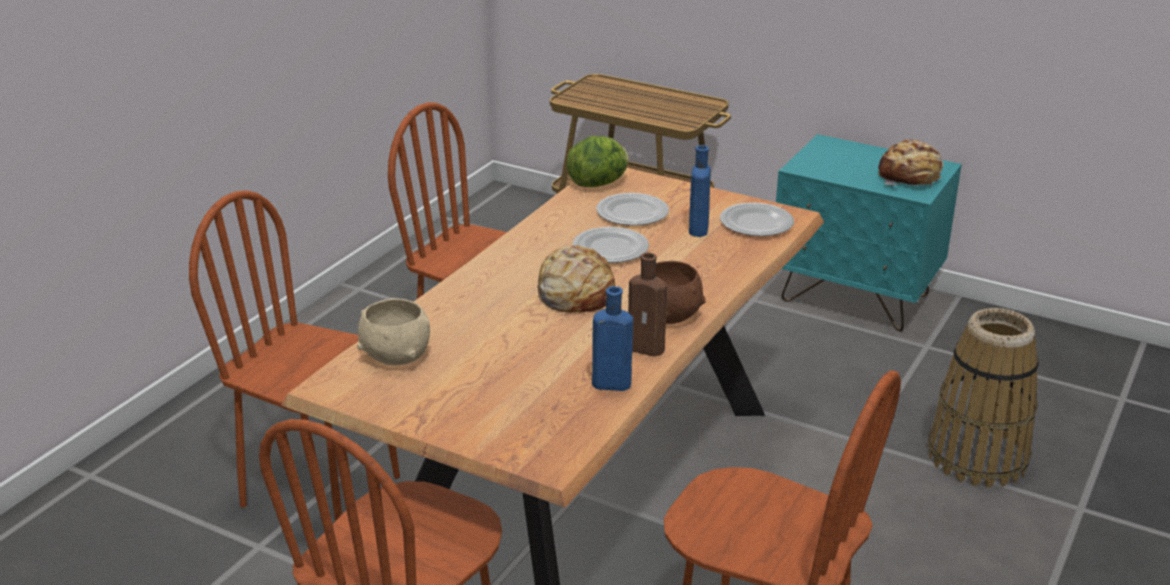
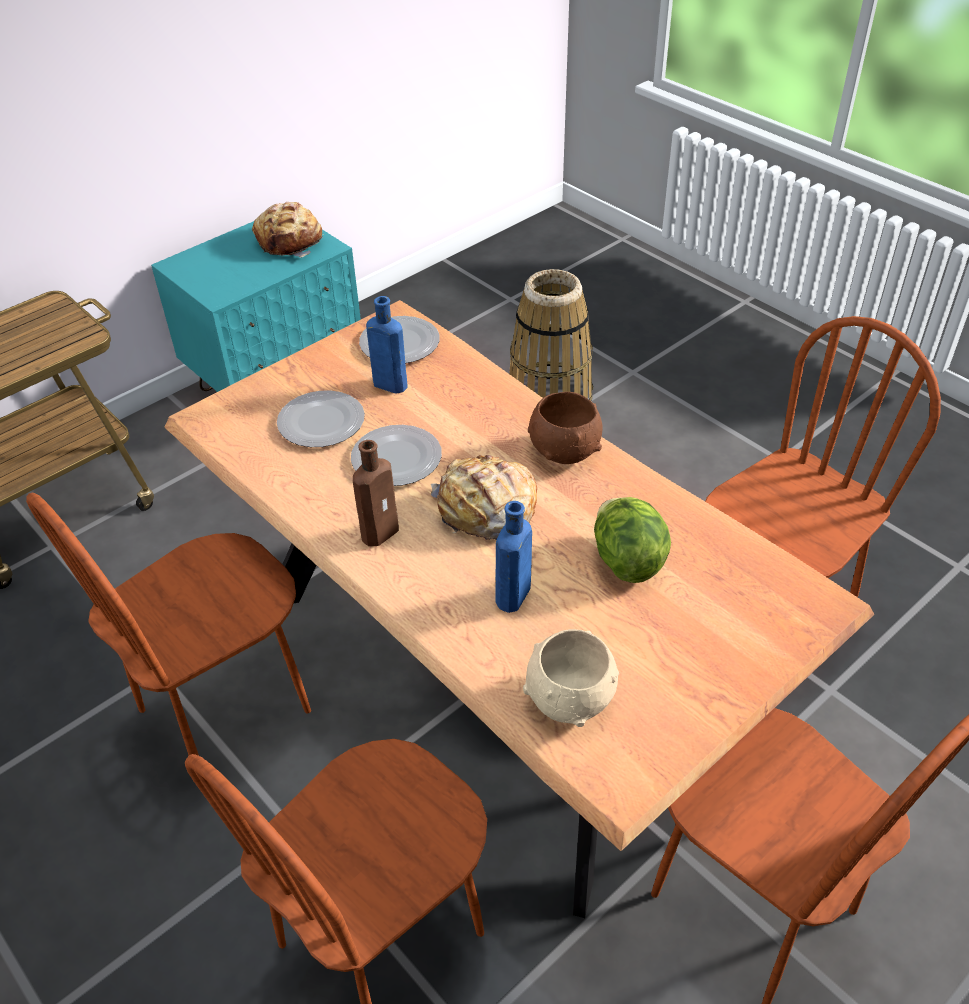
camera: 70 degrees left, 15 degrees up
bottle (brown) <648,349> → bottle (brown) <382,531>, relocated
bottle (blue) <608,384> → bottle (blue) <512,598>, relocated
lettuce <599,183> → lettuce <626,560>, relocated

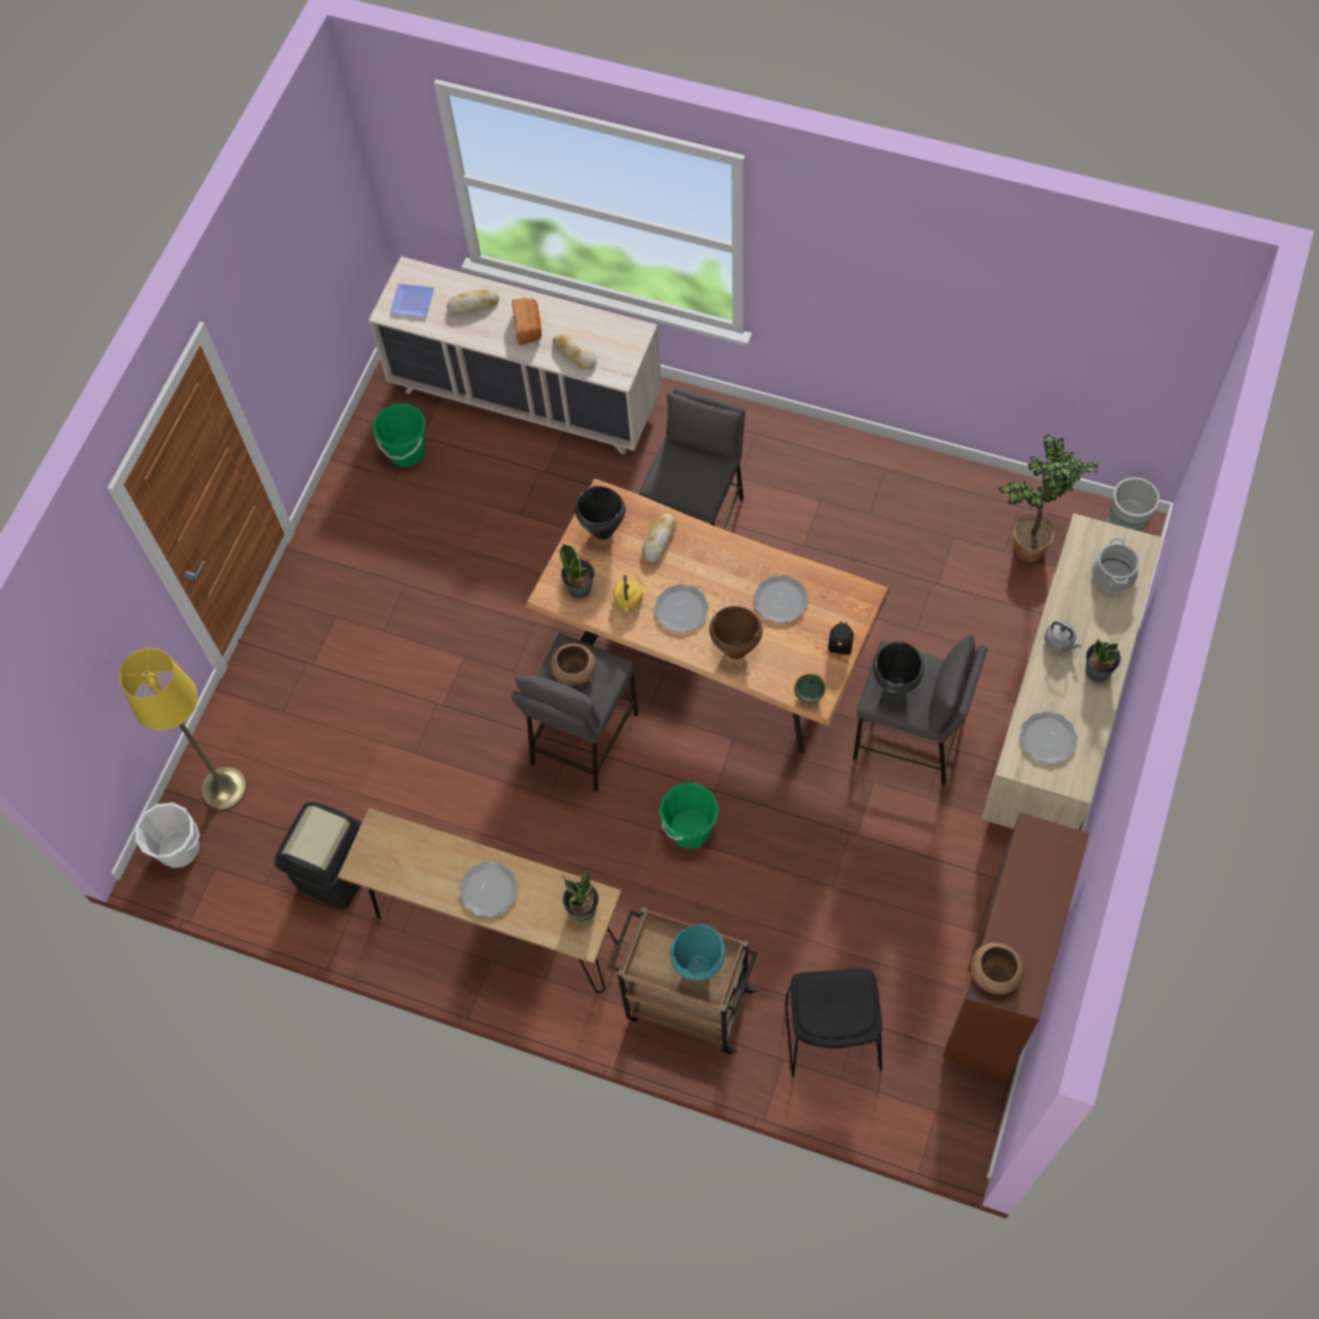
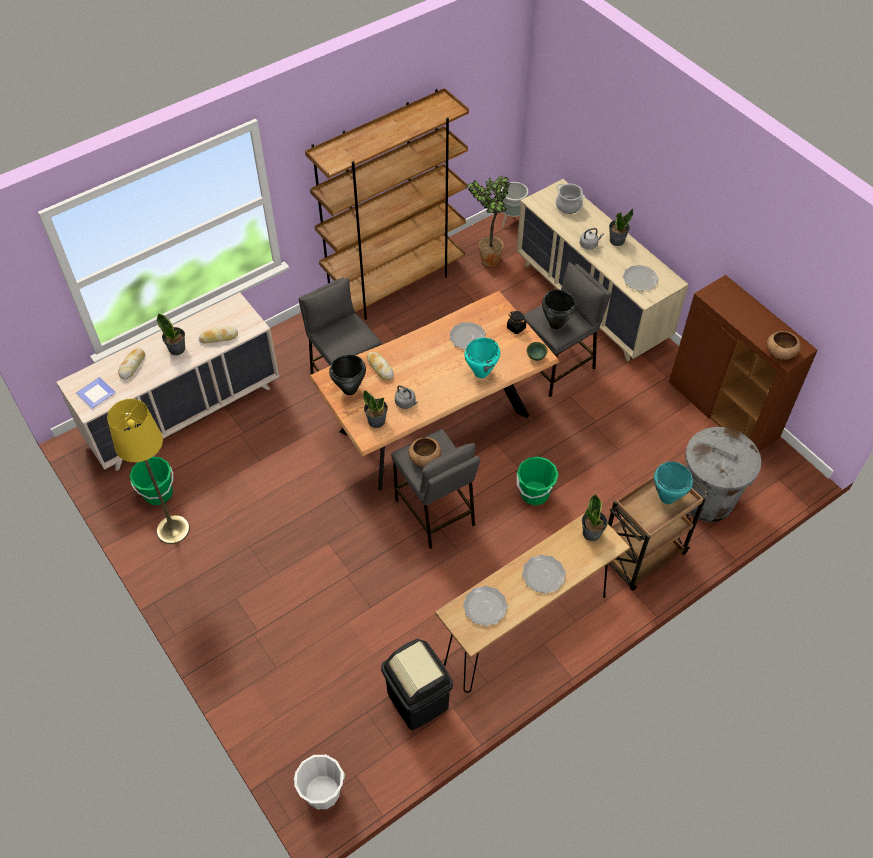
camera: 60 degrees left, 10 degrees down
floor lamp (yellow) <224,788> → floor lamp (yellow) <173,529>, relocated
bread <528,327> → potted plant <177,348>
- → bookcase (brown) <395,285>
kettle (yellow) <628,601> → kettle (grey) <406,403>
plate <681,610> → plate <485,606>, relocated
cooking pot (brown) <736,651> → cooking pot (turquoise) <481,373>
chair (black) <832,1037> → trash can (grey) <707,499>

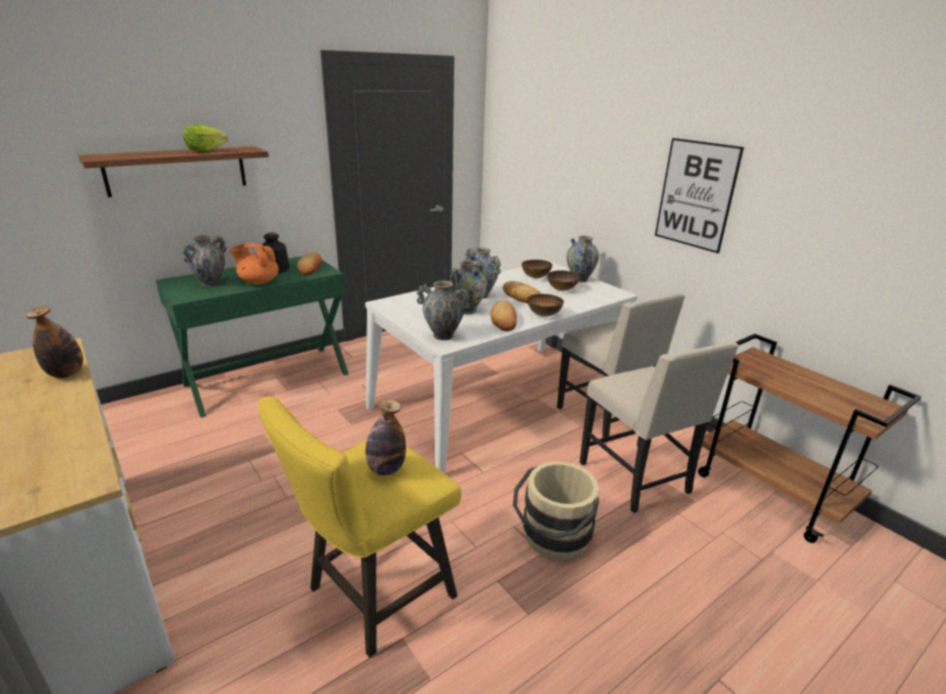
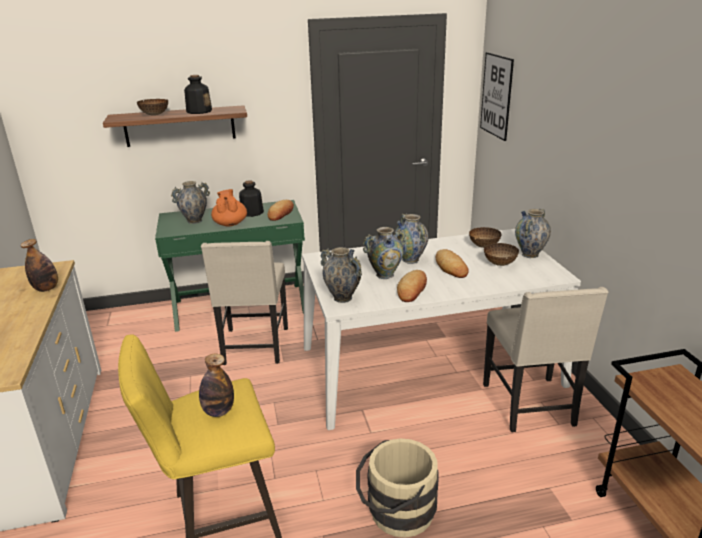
camera: 25 degrees right, 0 degrees up
bowl <544,315> → bowl <155,115>, relocated
lettuce <205,151> → bottle <199,111>
chair (beige) <637,479> → chair (beige) <254,347>, relocated
teapot (orange) <258,282> → teapot (orange) <230,223>, 45 degrees clockwise
picture <696,195> → picture <496,95>, relocated

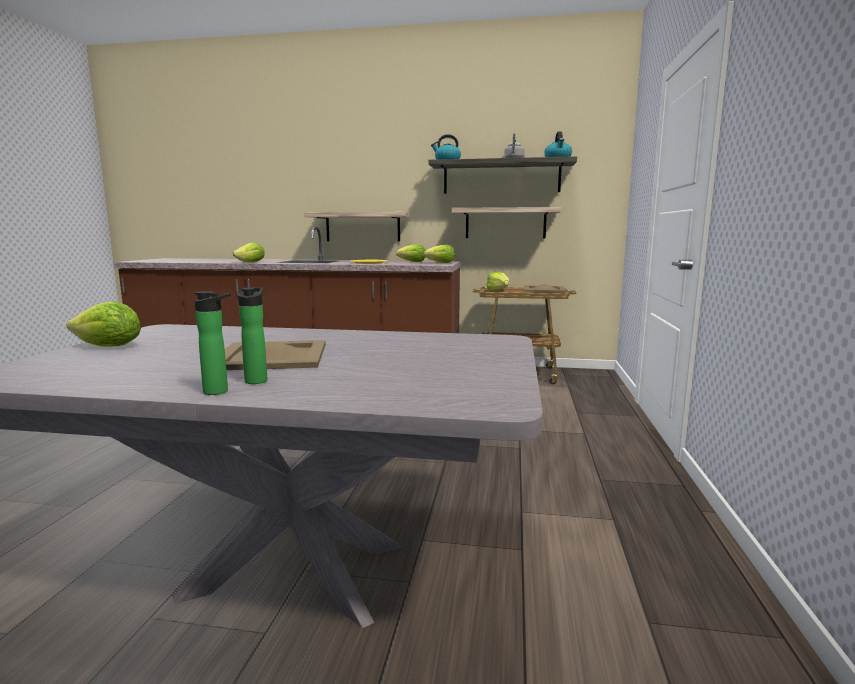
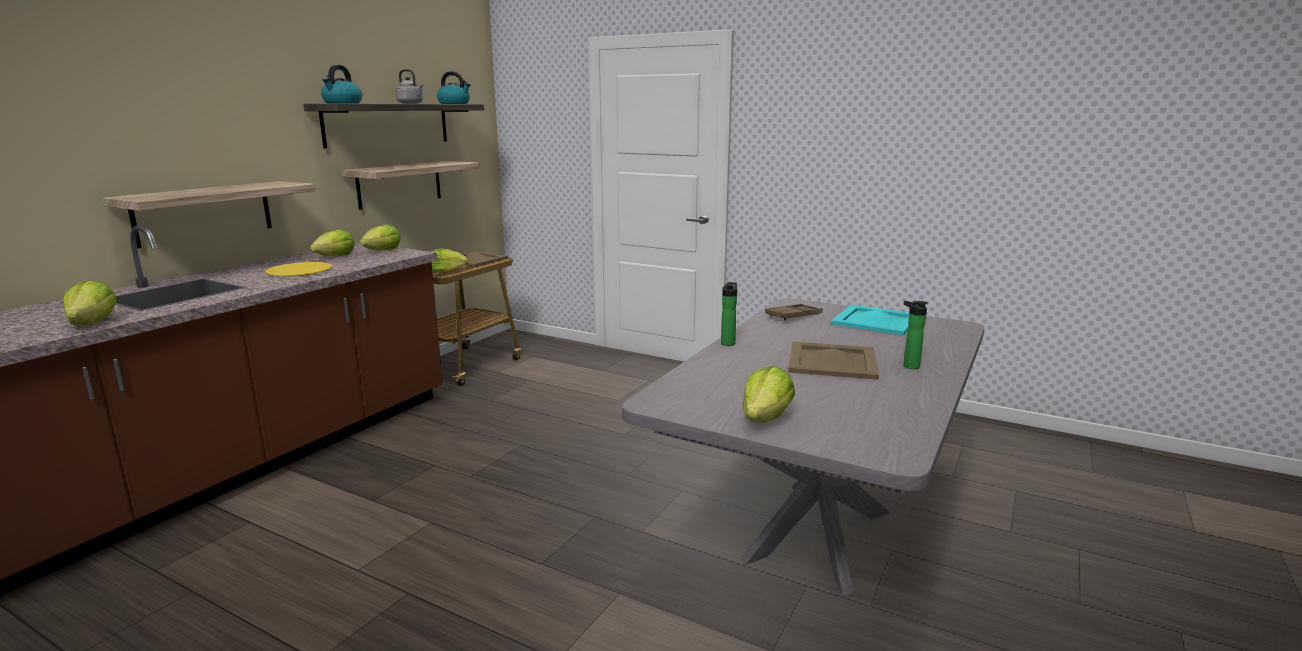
camera: 70 degrees left, 5 degrees up
bottle <219,391> → bottle <728,343>, relocated
- → tray (brown) <793,316>
- → tray (turquoise) <875,320>

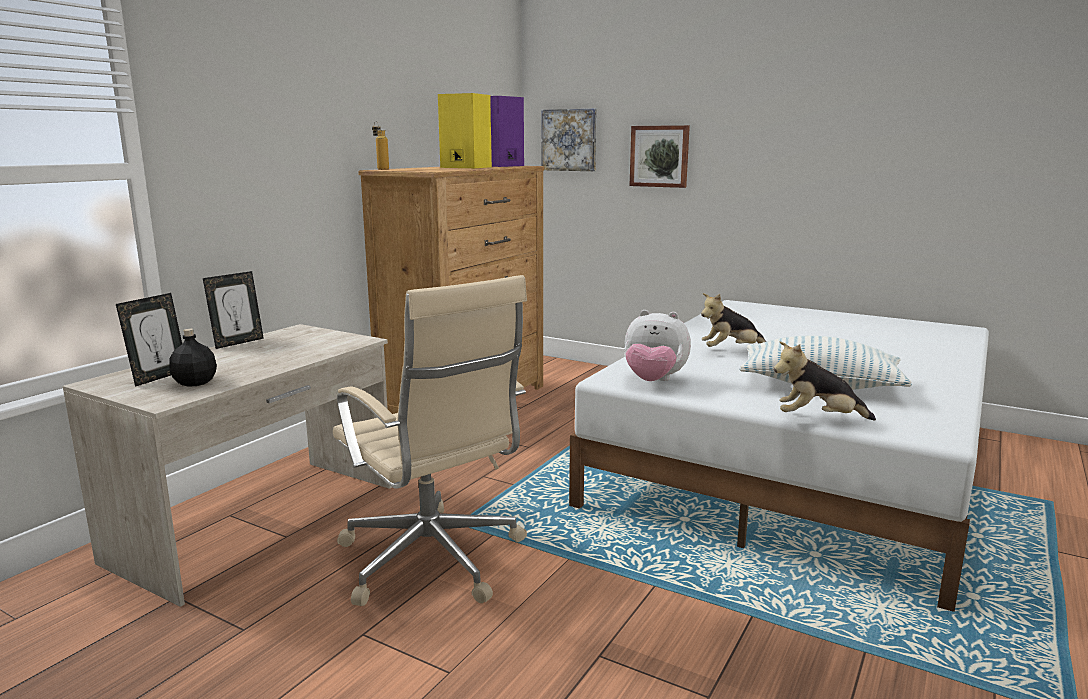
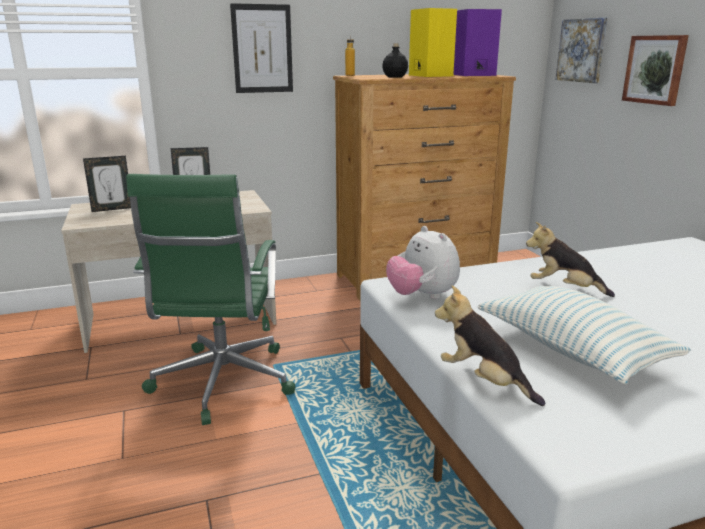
camera: 40 degrees right, 5 degrees up
office chair (beige) <433,561> → office chair (green) <222,383>
- → picture <262,49>
bottle (black) <195,382> → bottle (black) <395,77>, relocated

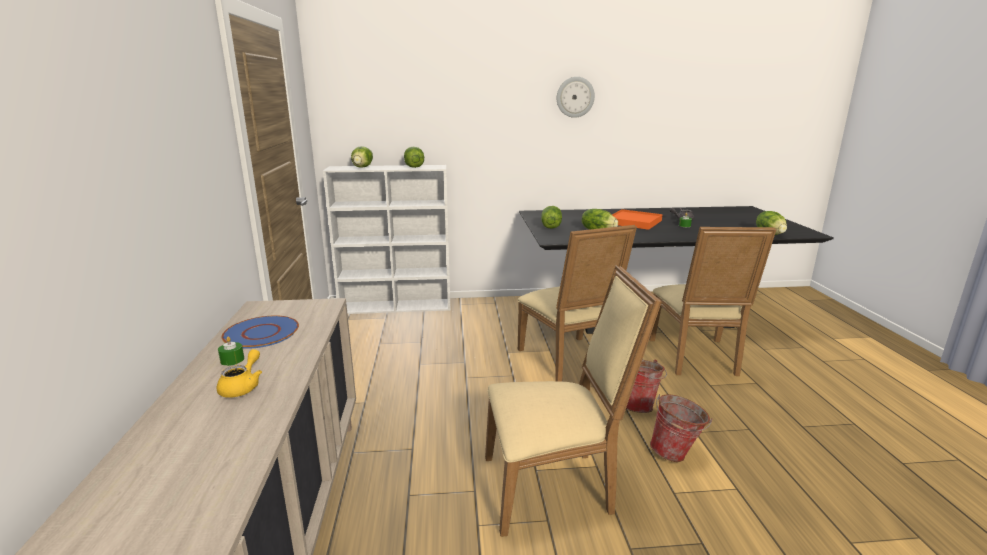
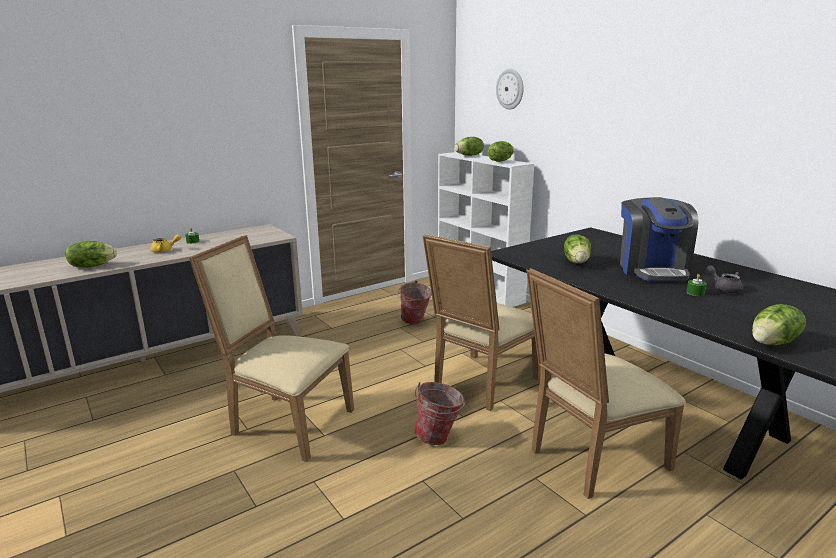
camera: 60 degrees right, 0 degrees up
lettuce <550,227> → lettuce <92,266>, relocated
chair (beige) <554,486> → chair (beige) <286,422>, 150 degrees clockwise
bucket <676,454> → bucket <414,322>, relocated
wall clock <575,97> → wall clock <510,89>, relocated
tray (orange) <634,222> → coffee machine <652,270>
plate (blue) <262,333> → -

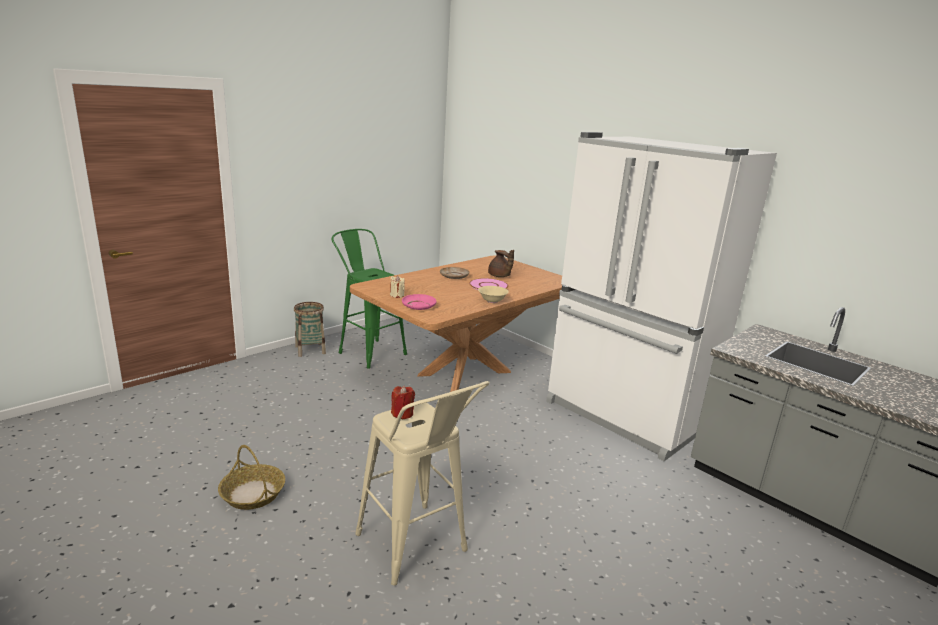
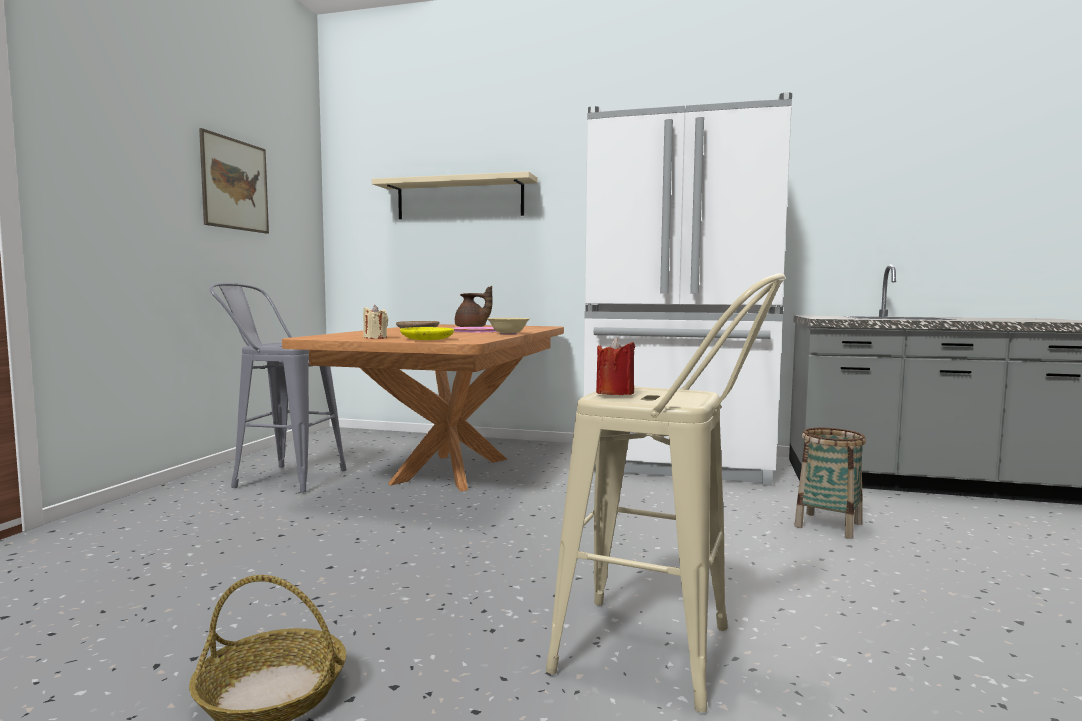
camera: 30 degrees left, 15 degrees down
- → picture <235,184>
stool (green) <368,351> → stool (grey) <281,478>
- → shelf (beige) <459,199>
plate (pink) <419,306> → plate (yellow) <427,339>
basket <310,350> → basket <828,525>, relocated

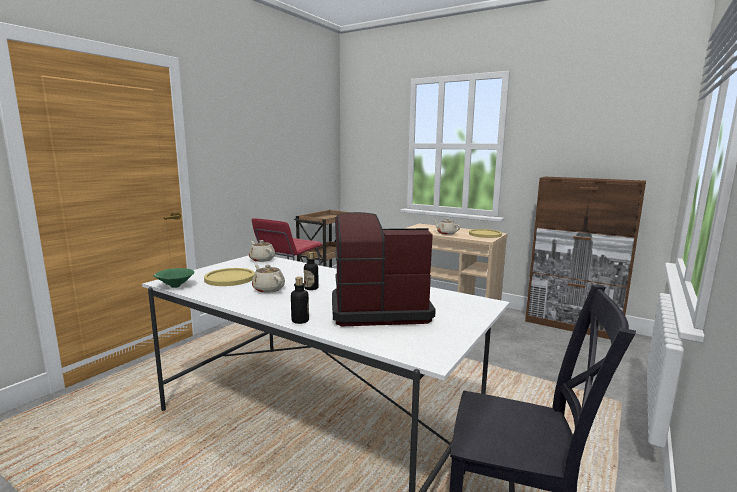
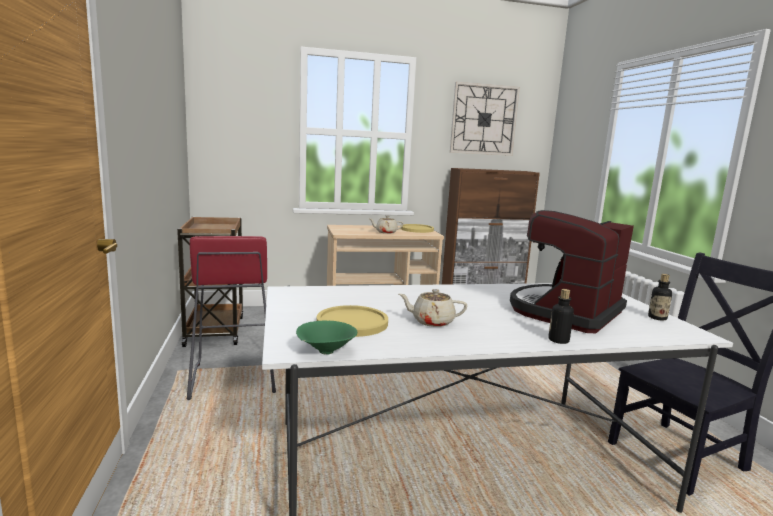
camera: 45 degrees left, 0 degrees up
- → wall clock <484,119>
bottle <311,288> → bottle <657,318>, relocated
teapot (beige) <262,259> → -

